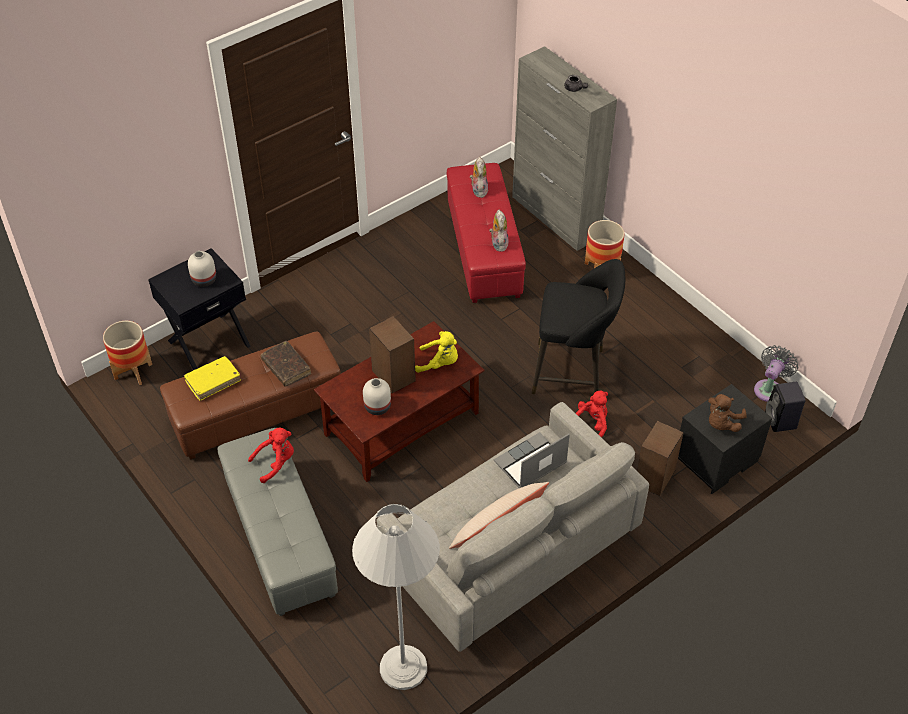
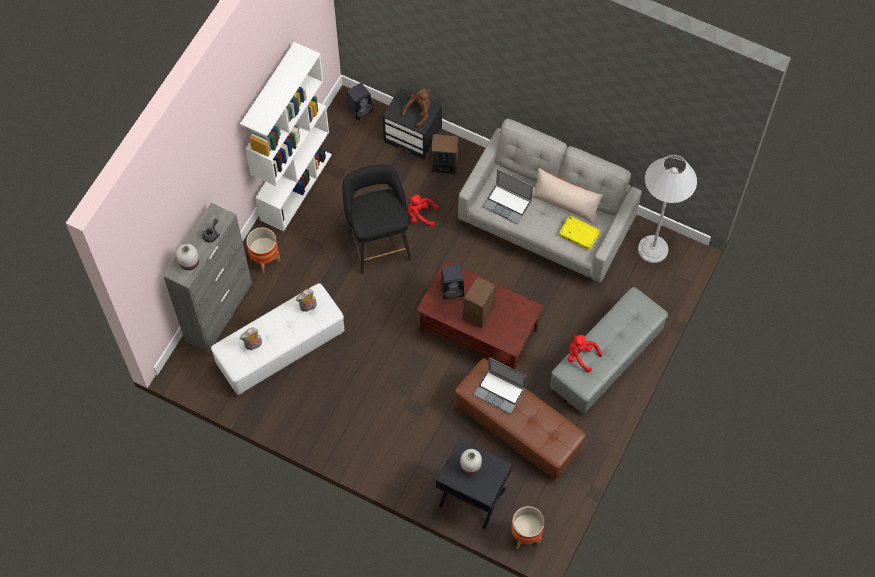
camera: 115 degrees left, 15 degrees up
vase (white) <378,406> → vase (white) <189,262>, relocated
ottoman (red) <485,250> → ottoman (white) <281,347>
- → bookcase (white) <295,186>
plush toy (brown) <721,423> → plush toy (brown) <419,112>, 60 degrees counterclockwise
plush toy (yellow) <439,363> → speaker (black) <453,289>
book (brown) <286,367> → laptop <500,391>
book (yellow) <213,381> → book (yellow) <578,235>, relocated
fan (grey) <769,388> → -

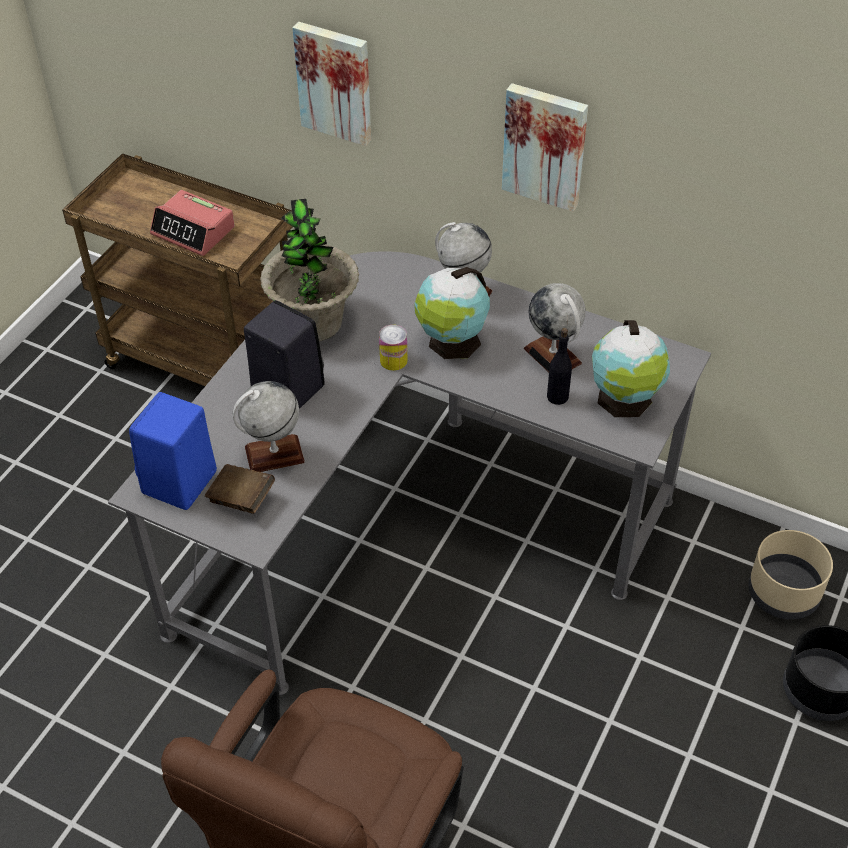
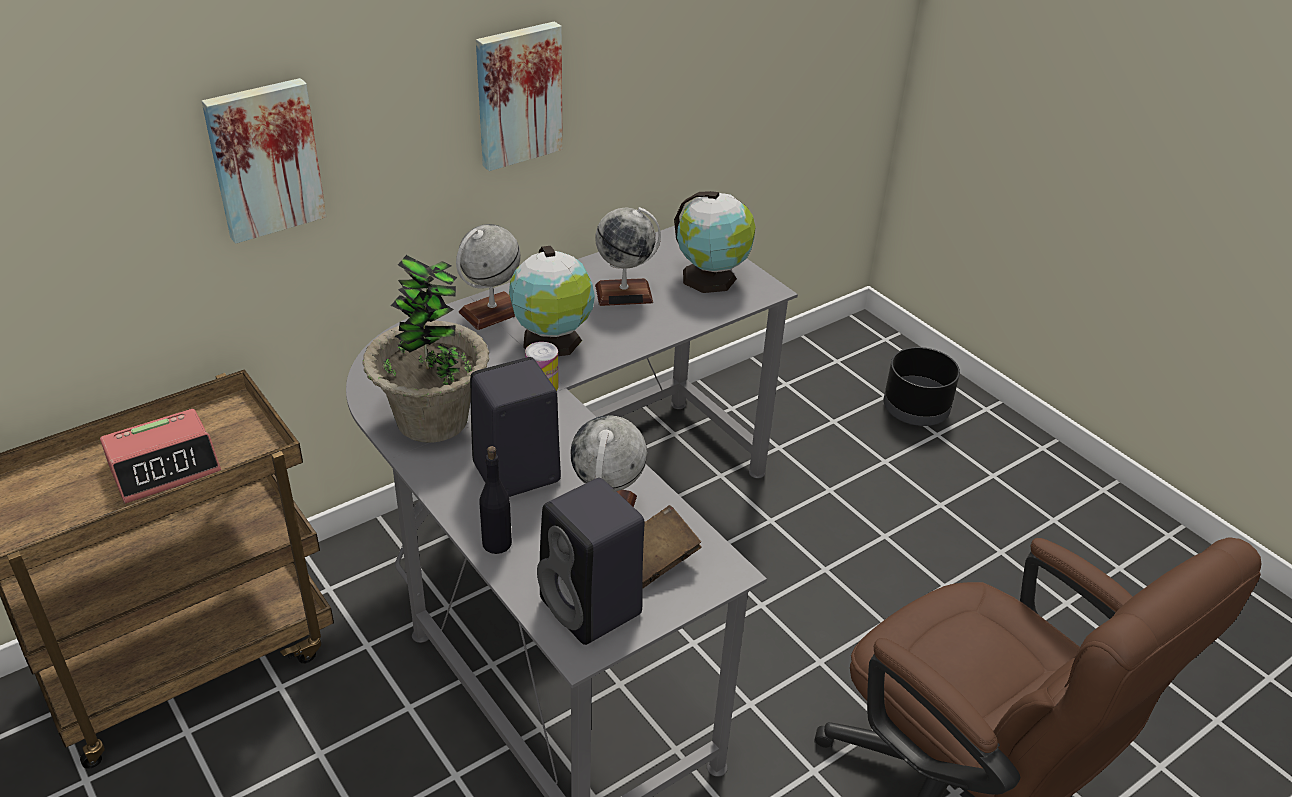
camera: 65 degrees left, 10 degrees down
bottle (black) <557,396> → bottle (black) <496,543>, relocated
speaker (blue) <179,484> → speaker (black) <593,608>
planter (beige) <782,594> → -

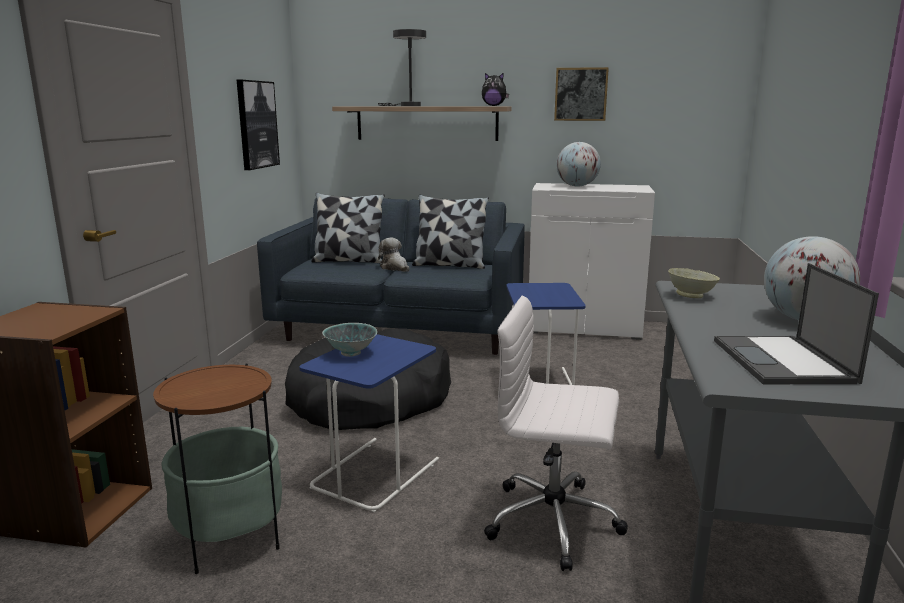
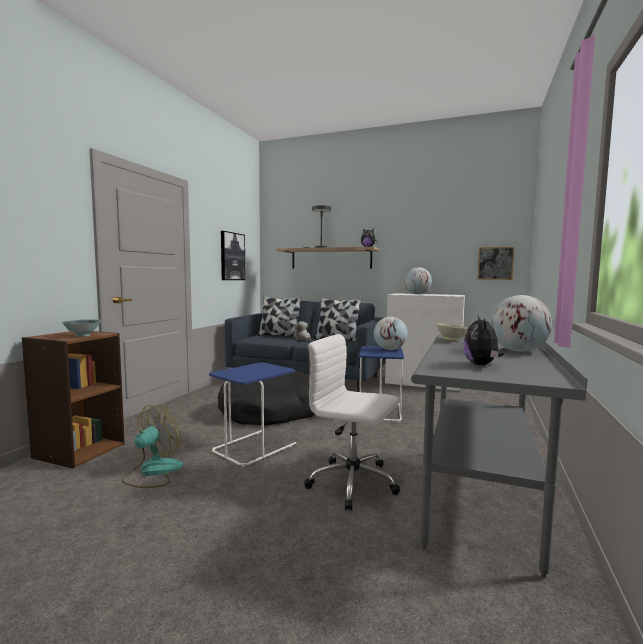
camera: 10 degrees right, 10 degrees down
bowl <350,353> → bowl <82,336>, relocated
side table <230,538> → fan <153,472>
- → globe <390,349>
laptop <783,361> → plush toy <482,365>
picture <580,94> → picture <495,263>, relocated

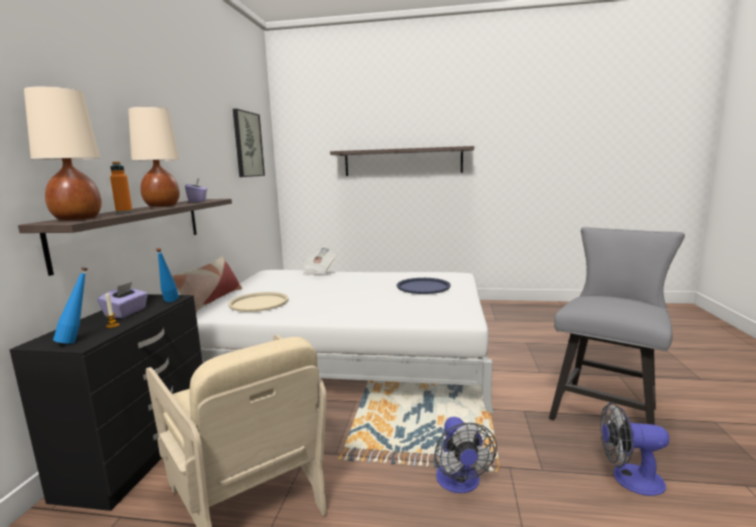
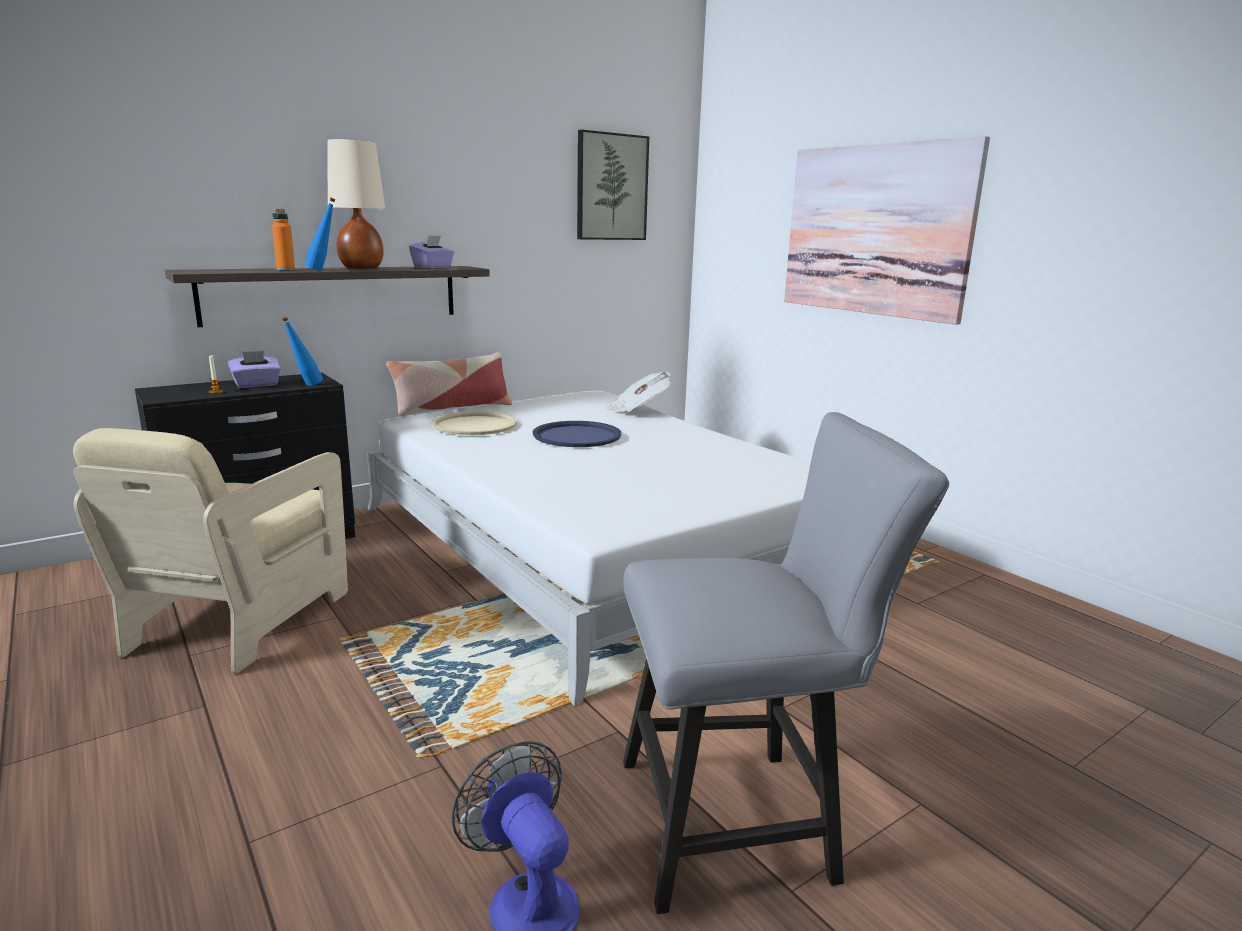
camera: 45 degrees right, 5 degrees up
bottle (blue) <77,340> → bottle (blue) <323,270>, relocated
tray (blue) <423,287> → tray (blue) <577,436>, relocated
shelf <403,162> → picture <875,230>
table lamp (beige) <77,219> → -
fan <460,483> → -

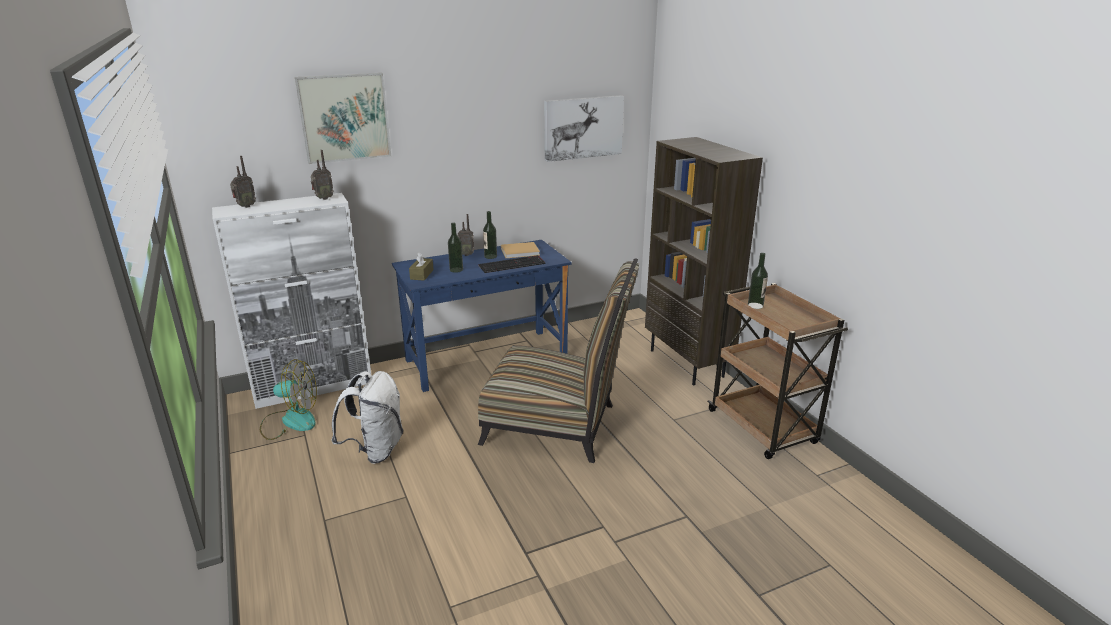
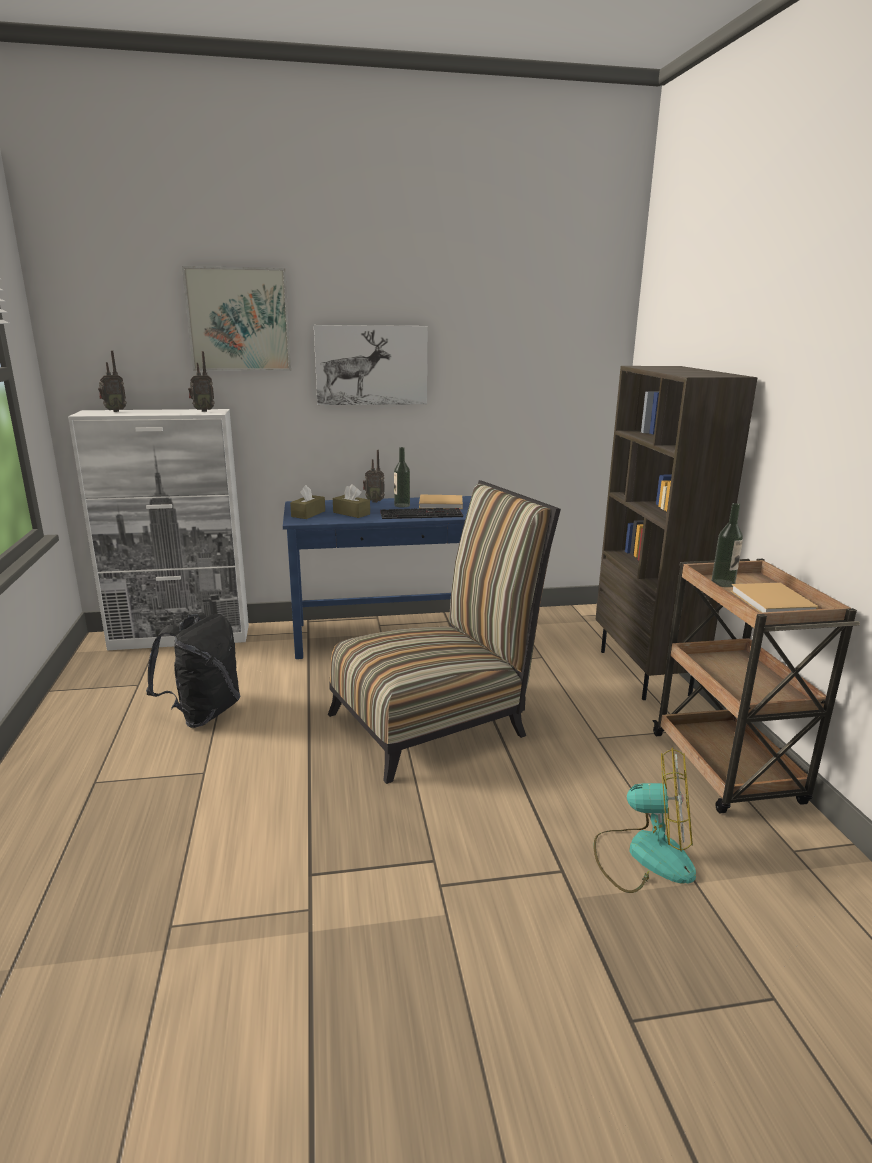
camera: 15 degrees right, 5 degrees down
backpack (white) <375,450> → backpack (black) <203,713>
picture <583,127> → picture <371,365>, relocated
chair <558,426> → chair <437,721>, 60 degrees counterclockwise
bottle <456,270> → tissue box (brown) <351,513>
fan <290,421> → fan <644,855>, relocated
- → book (beige) <773,603>

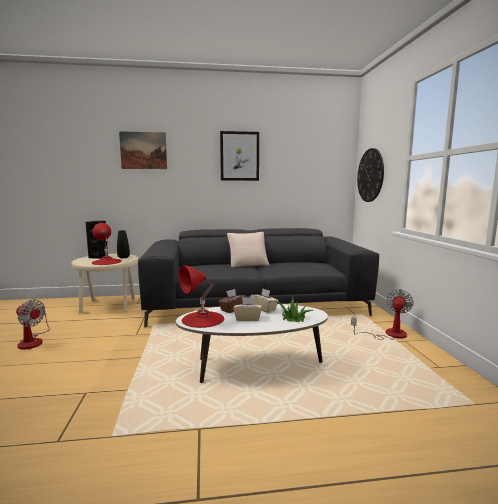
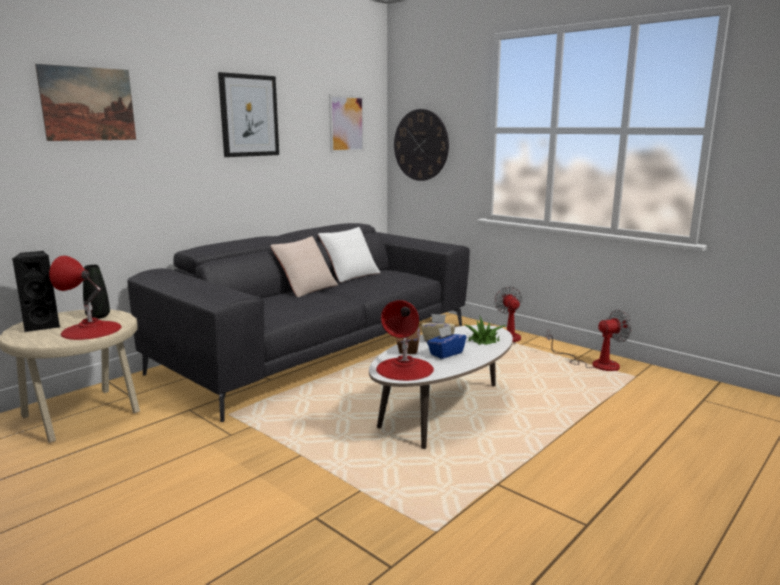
camera: 40 degrees left, 5 degrees up
- → pillow (white) <350,275>
- → picture <346,123>
tissue box (beige) <247,318> → tissue box (blue) <446,353>
fan <33,341> → fan <595,364>, relocated

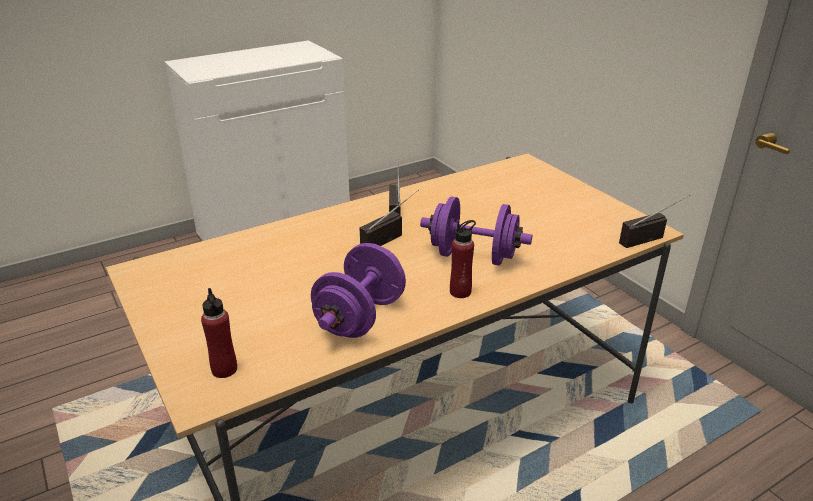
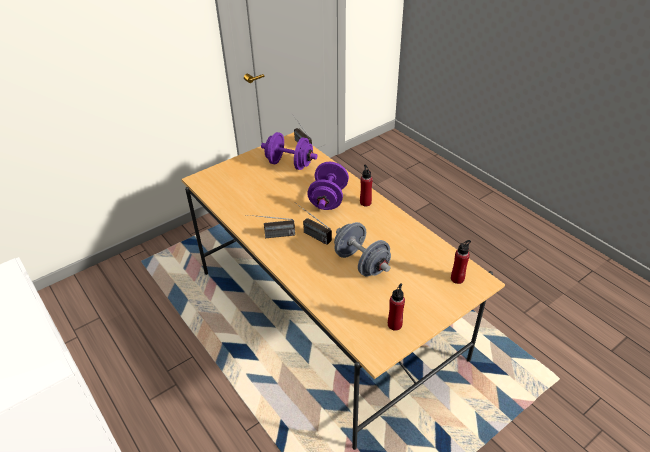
camera: 95 degrees left, 10 degrees up
dumbbell (purple) <360,317> → dumbbell (purple) <289,164>, relocated
- → dumbbell (grey) <361,263>
- → bottle (red) <394,324>

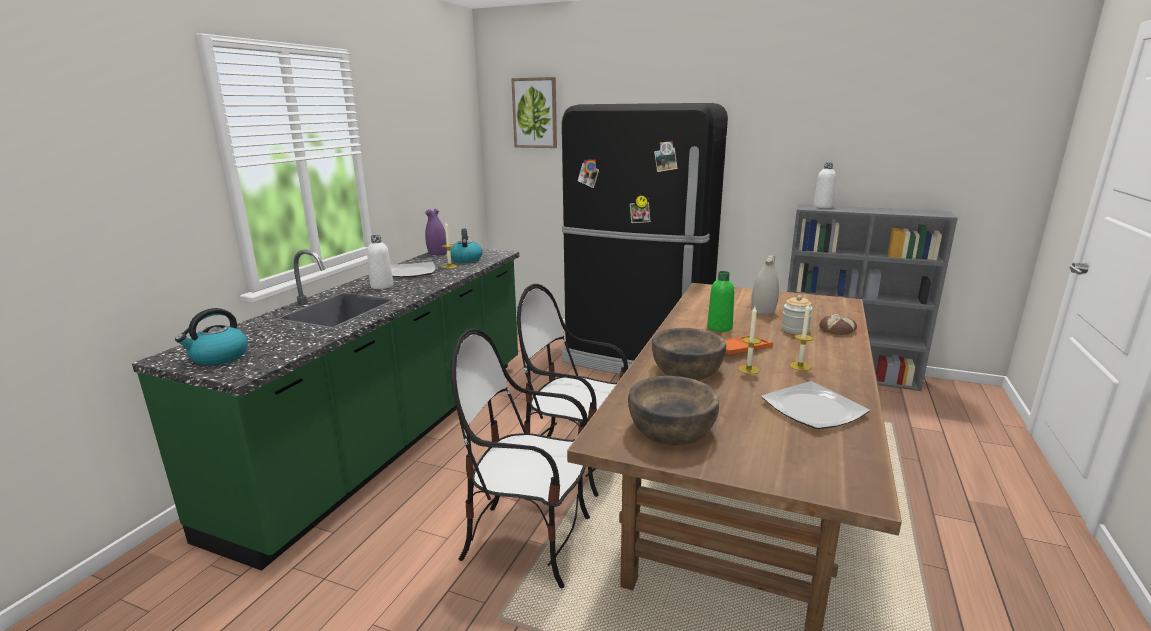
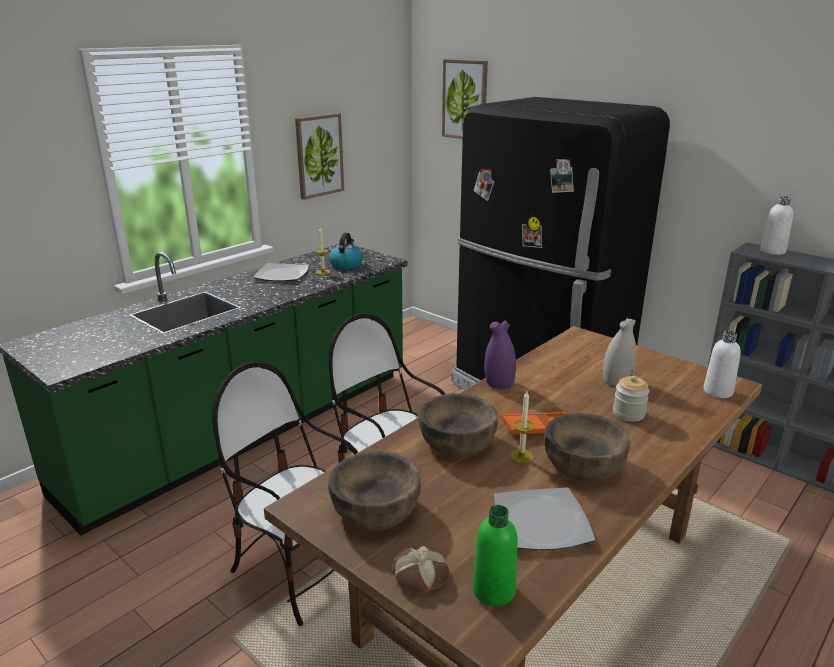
camera: 20 degrees right, 5 degrees up
- → picture <319,155>
bread <838,330> → bread <420,576>, relocated
bottle (green) <719,328> → bottle (green) <493,590>, relocated
vase (purple) <437,253> → vase (purple) <499,383>, relocated
candle <800,366> → bowl (brown) <583,464>
bottle (white) <382,286> → bottle (white) <718,391>, relocated
kettle <219,357> → -

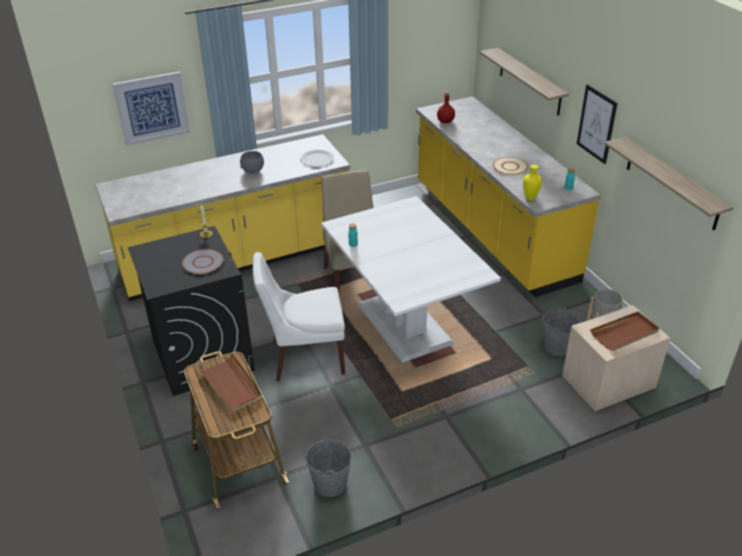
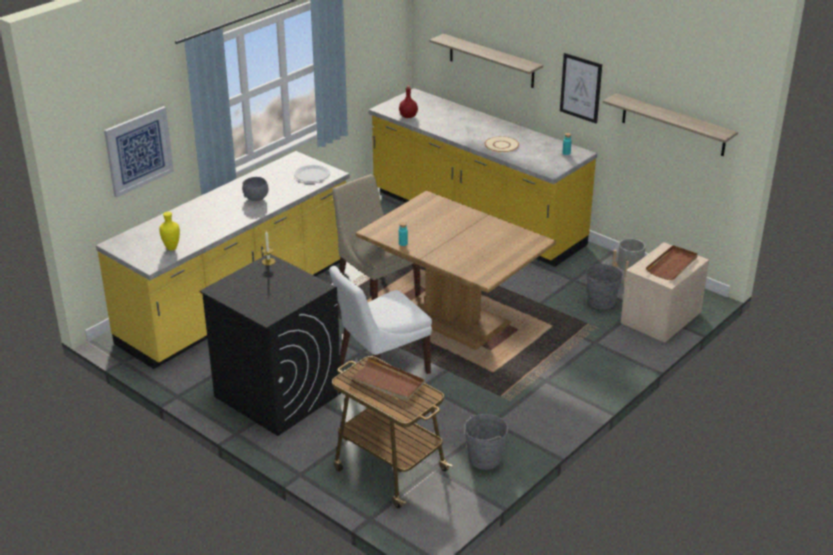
camera: 25 degrees left, 5 degrees down
vase (yellow) <530,198> → vase (yellow) <171,248>, relocated
dining table (white) <405,322> → dining table (brown) <453,317>
plate (grey) <203,263> → -

